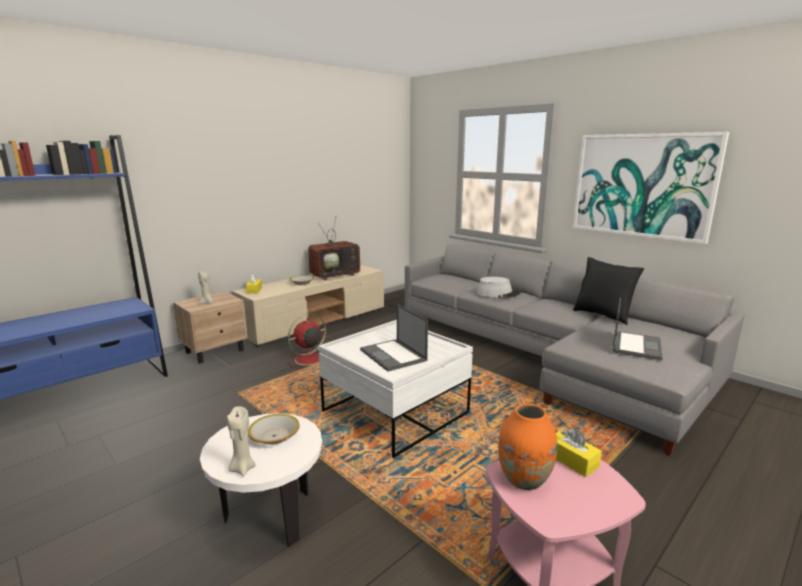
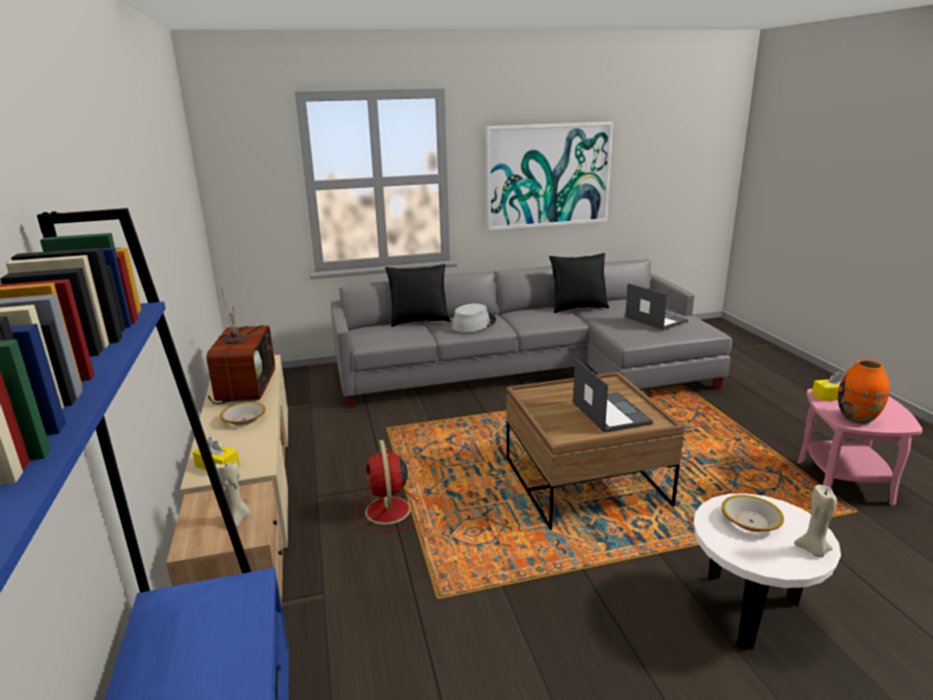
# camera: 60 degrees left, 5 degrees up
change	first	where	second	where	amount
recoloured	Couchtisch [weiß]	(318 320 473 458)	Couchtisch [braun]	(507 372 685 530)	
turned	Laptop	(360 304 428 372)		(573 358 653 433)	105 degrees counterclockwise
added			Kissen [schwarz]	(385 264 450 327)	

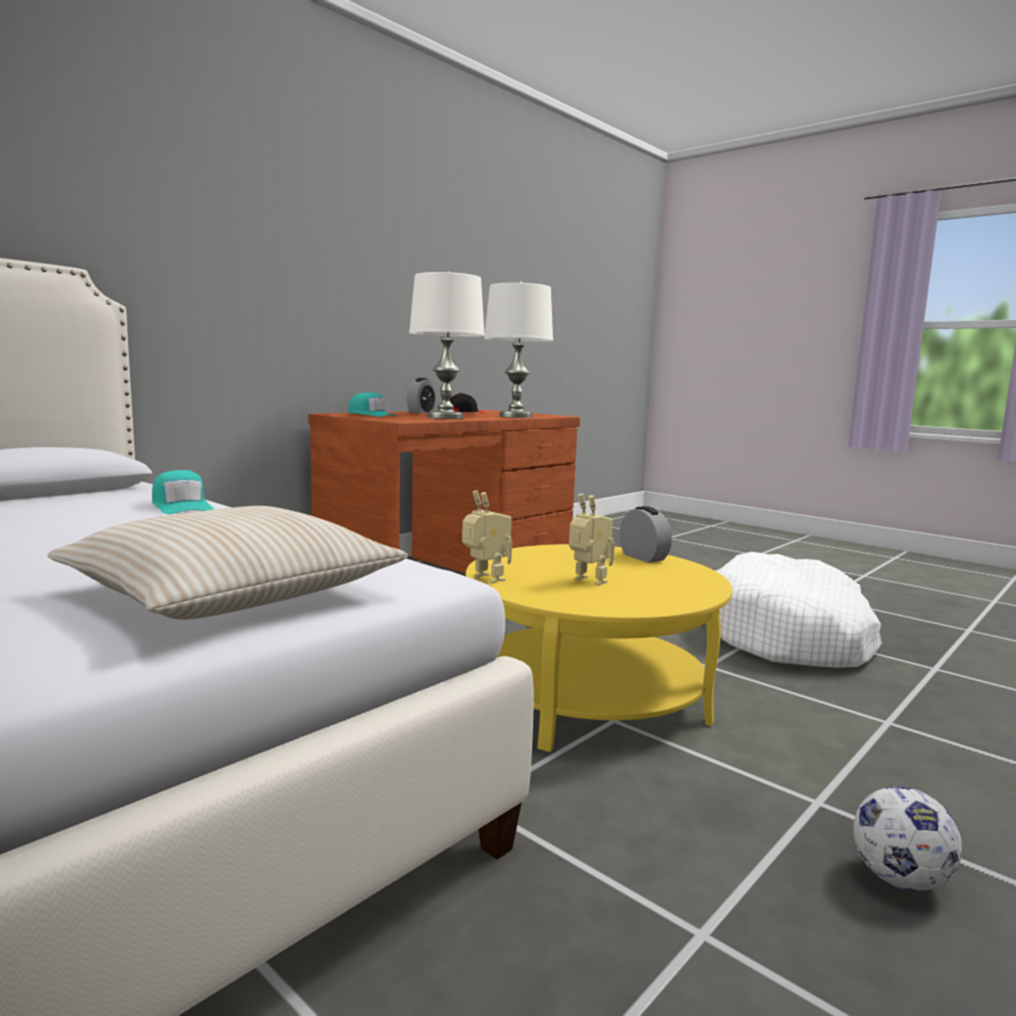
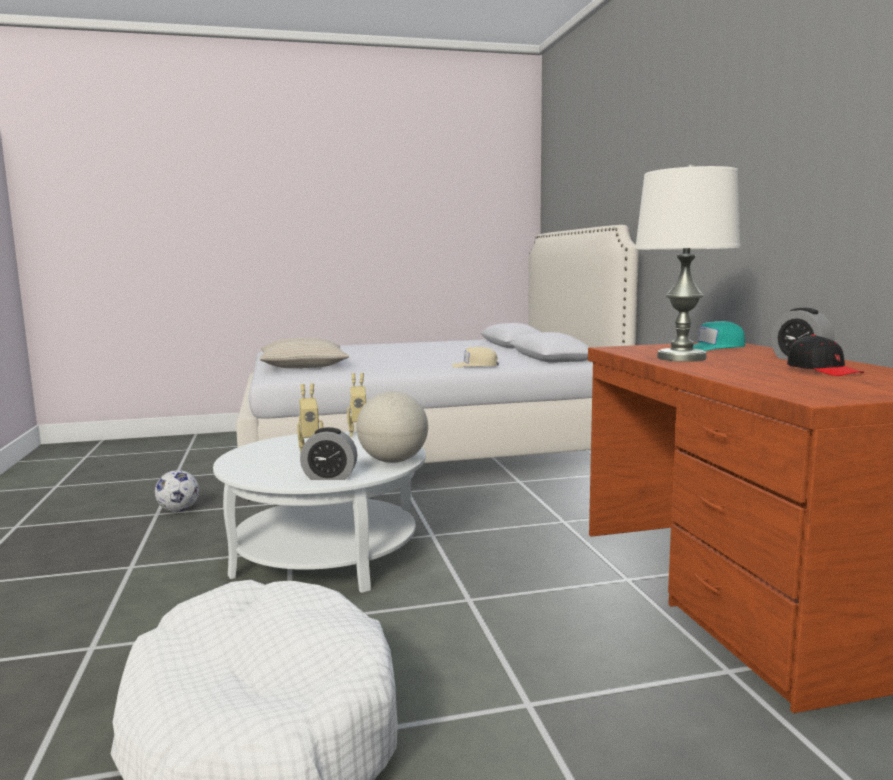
# camera: 125 degrees right, 0 degrees up
change	first	where	second	where	amount
recoloured	Kappe [türkis]	(152 470 214 514)	Kappe [beige]	(452 347 499 368)	
recoloured	Couchtisch [gelb]	(466 544 732 752)	Couchtisch [weiß]	(213 431 426 593)	
removed	Tischlampe [weiß]	(484 281 553 418)			
moved	Fußball	(853 786 962 891)		(155 470 199 512)	
added			Globus	(357 391 428 463)	

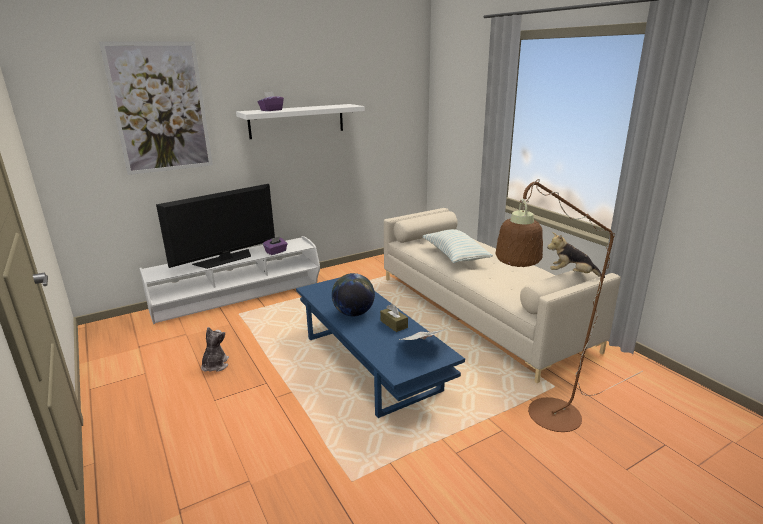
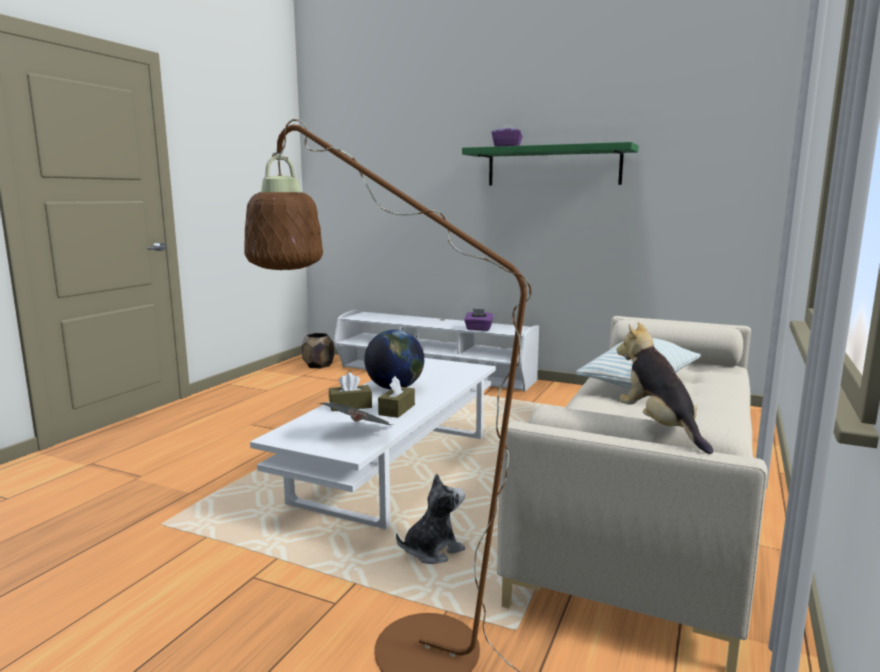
# camera: 55 degrees right, 10 degrees down
change	first	where	second	where	amount
removed	Bild	(99 41 213 175)			
removed	Fernseher	(156 184 275 269)			
moved	Plüschtier	(201 327 229 372)		(396 474 465 564)	
recoloured	Wandregal [weiß]	(236 104 365 139)	Wandregal [grün]	(462 142 639 186)	
recoloured	Couchtisch [blau]	(296 278 465 418)	Couchtisch [weiß]	(250 358 496 529)	
added			Pflanzkübel [braun]	(302 333 334 368)	
added			Taschentuchbox [braun]	(329 373 372 411)	

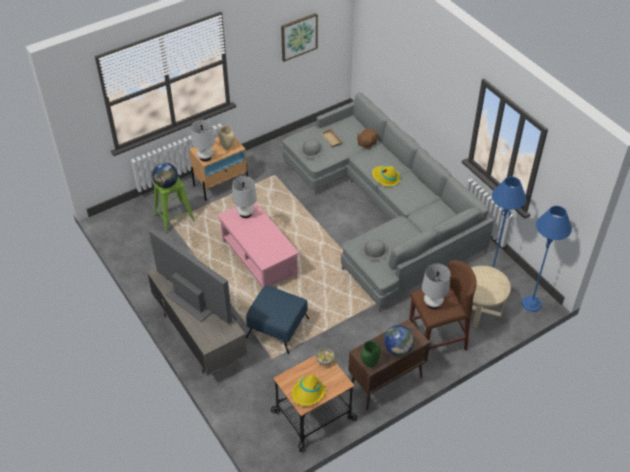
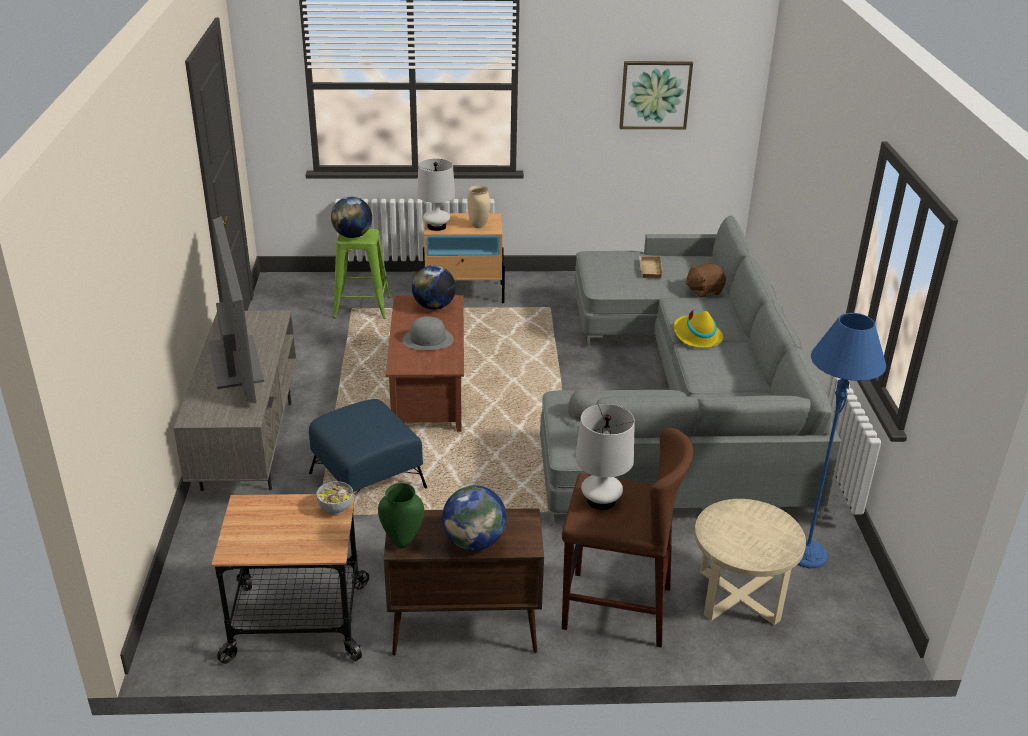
# camera: 30 degrees right, 15 degrees down
change	first	where	second	where	amount
recoloured	Couchtisch [rosa]	(218 202 299 289)	Couchtisch [braun]	(386 295 464 432)	
replaced	Tischlampe [weiß]	(232 176 257 218)	Globus	(412 265 456 310)	
removed	Hut [gelb]	(292 374 326 406)			
moved	Hut [grau]	(299 139 324 159)		(402 316 454 350)	
removed	Stehlampe [blau]	(522 206 572 312)			

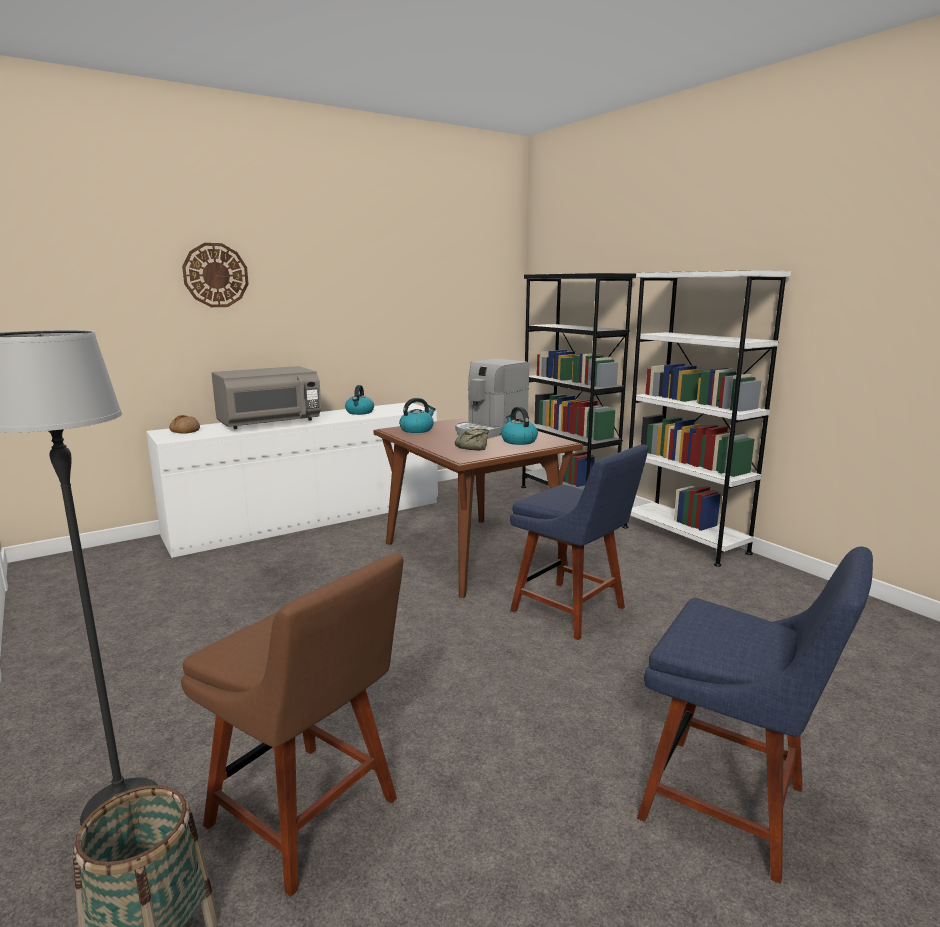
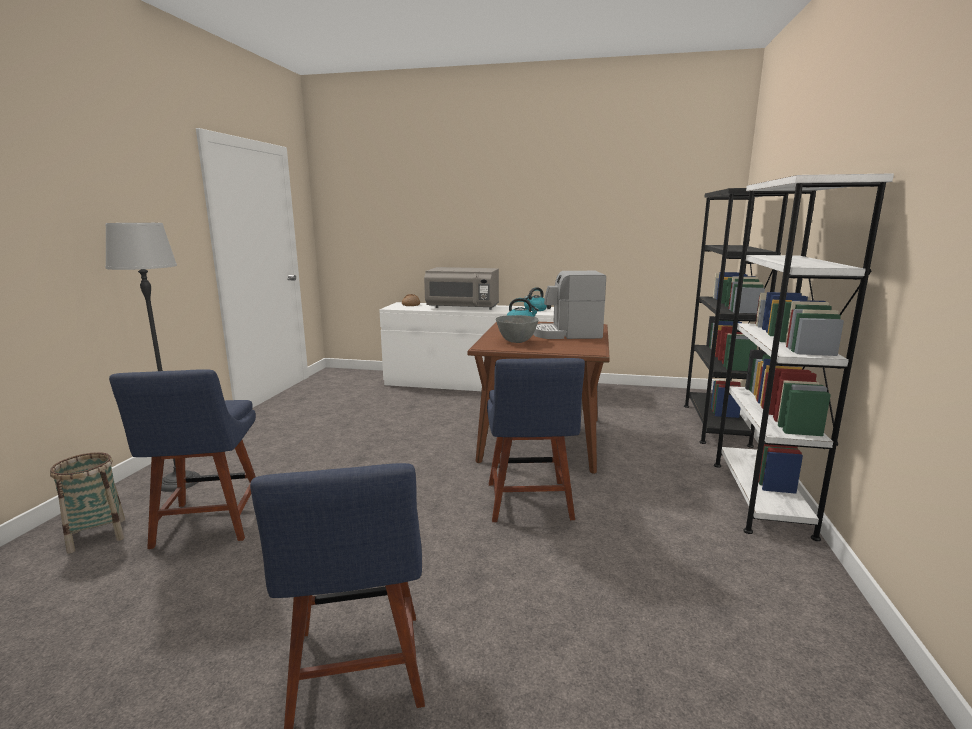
# camera: 45 degrees right, 0 degrees up
change	first	where	second	where	amount
recoloured	Stuhl [braun]	(181 553 403 897)	Stuhl [blau]	(109 369 256 549)	
removed	Wanduhr	(182 243 249 307)			
replaced	Brot	(455 429 489 450)	Schüssel [grau]	(496 315 538 343)	
removed	Wasserkessel	(501 407 538 445)			

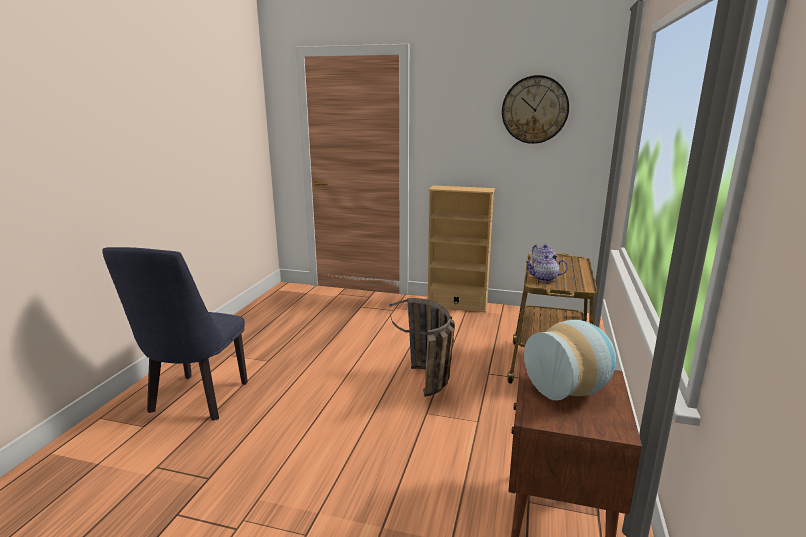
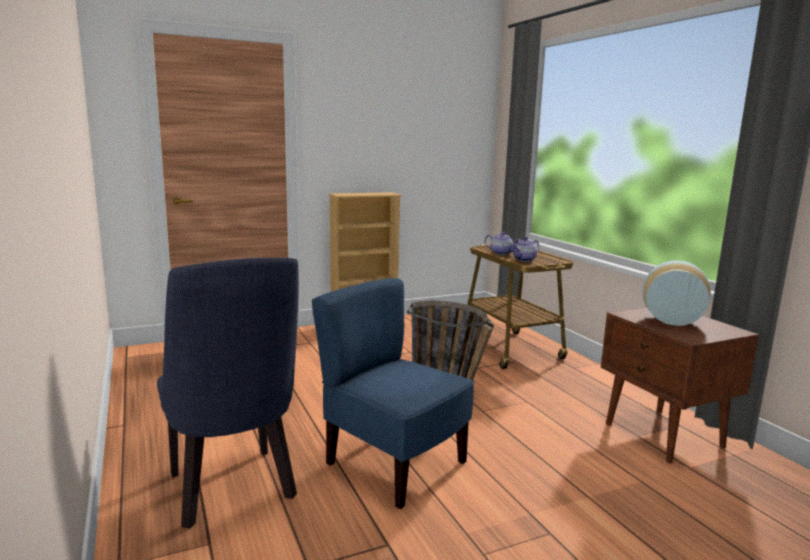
# camera: 40 degrees left, 5 degrees down
change	first	where	second	where	amount
removed	Wanduhr	(502 75 569 144)			
added			Stuhl [blau]	(312 278 474 509)	

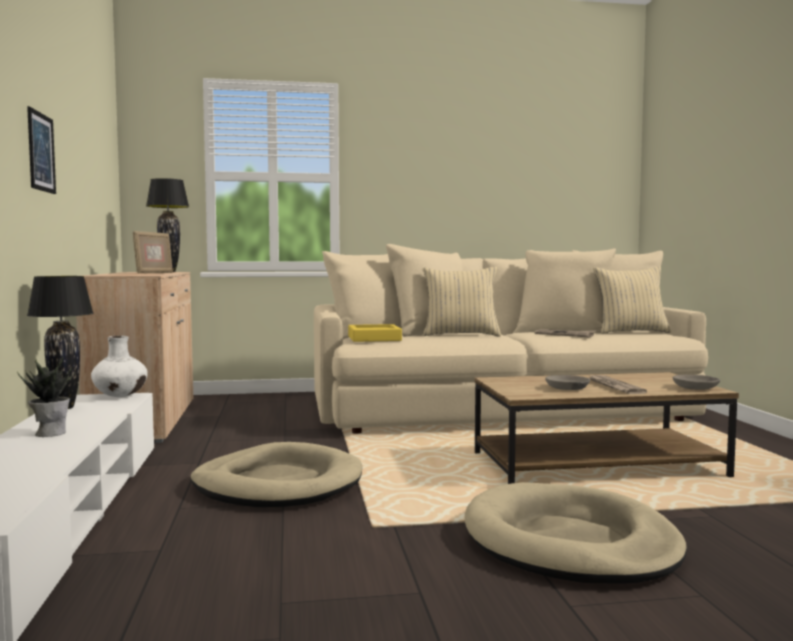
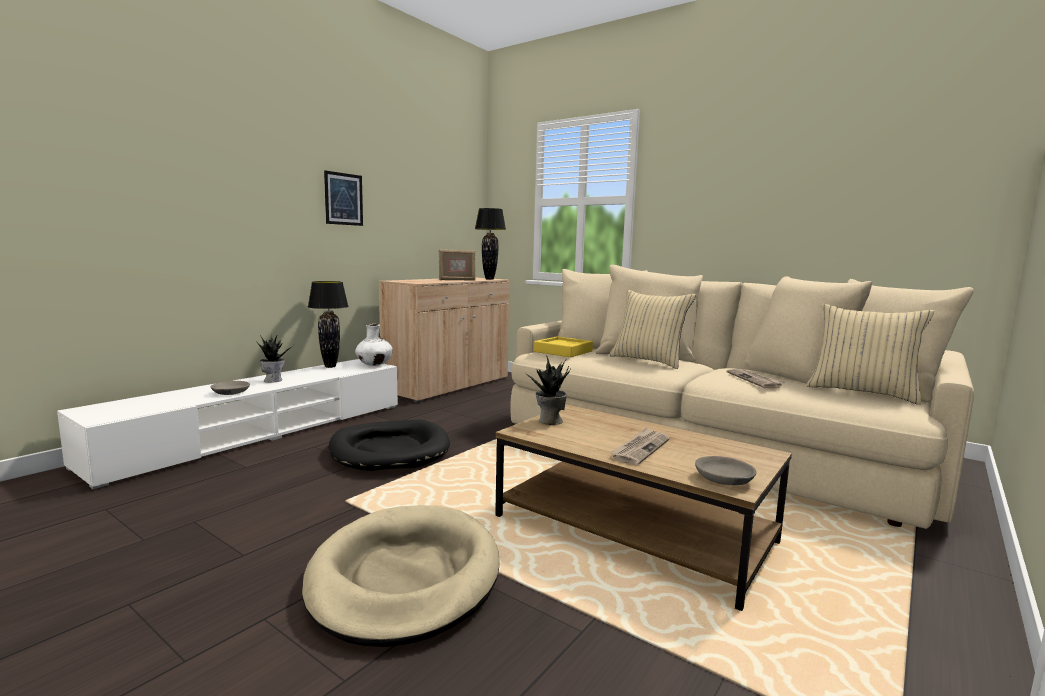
# camera: 45 degrees right, 5 degrees up
change	first	where	second	where	amount
recoloured	Hundebett [beige]	(191 442 362 507)	Hundebett [schwarz]	(328 419 450 471)	
moved	Schüssel [grau]	(545 375 590 390)		(211 381 250 395)	
added			Topfpflanze	(528 357 570 425)	

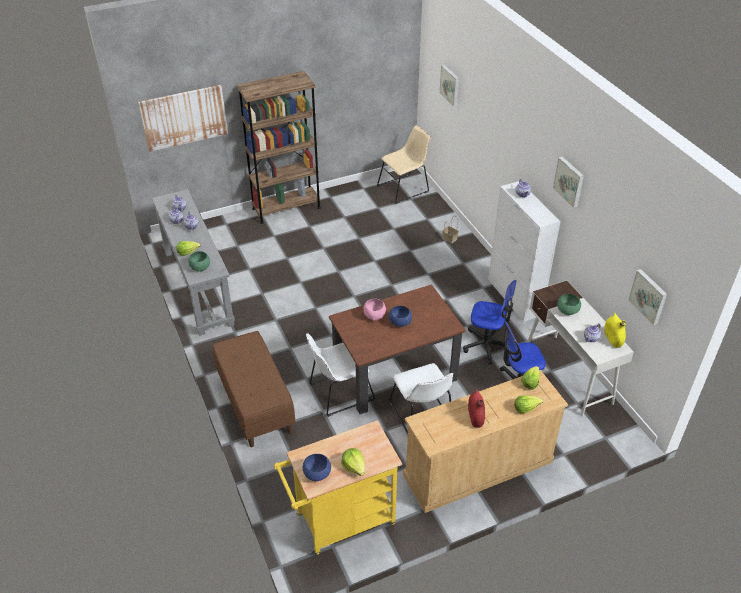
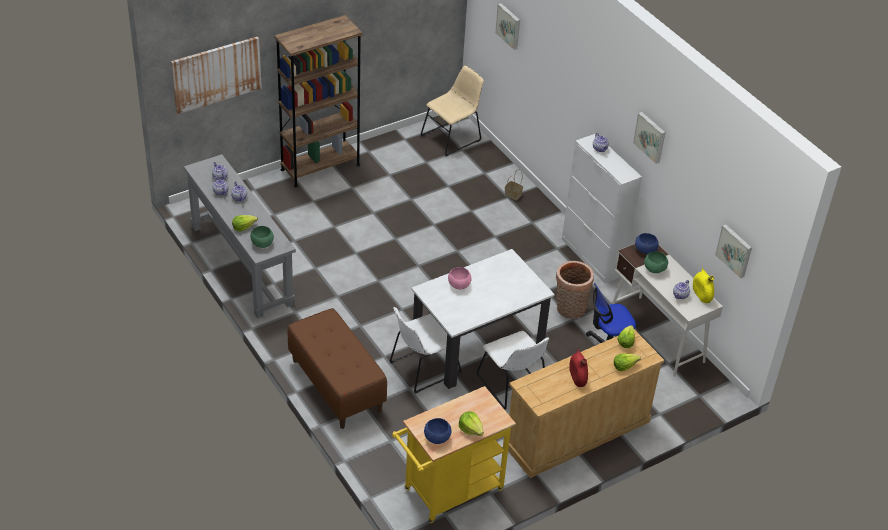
# camera: 10 degrees left, 0 degrees up
change	first	where	second	where	amount
recoloured	Esstisch [braun]	(329 284 466 414)	Esstisch [weiß]	(411 249 555 389)	
moved	Schüssel [blau]	(389 306 412 327)		(635 233 659 254)	
replaced	Bürostuhl	(463 280 517 365)	Korb	(556 261 594 319)	

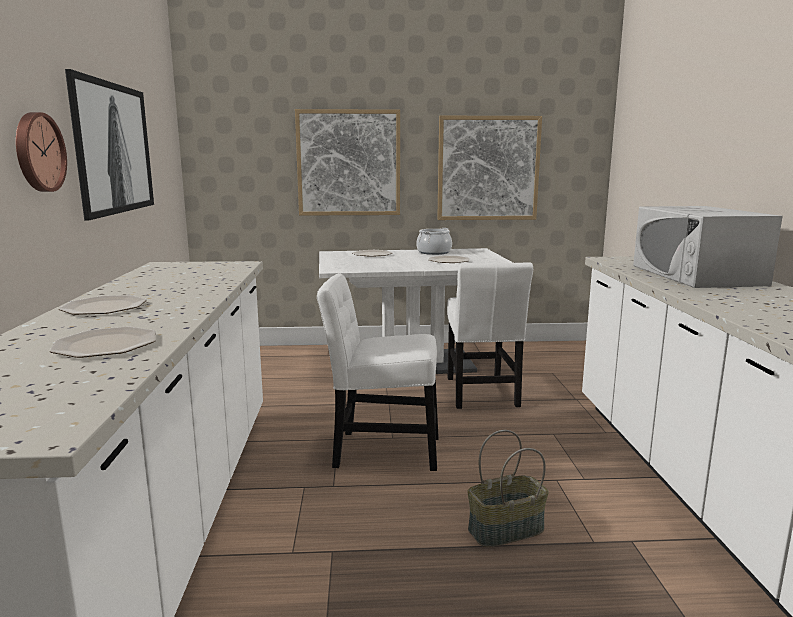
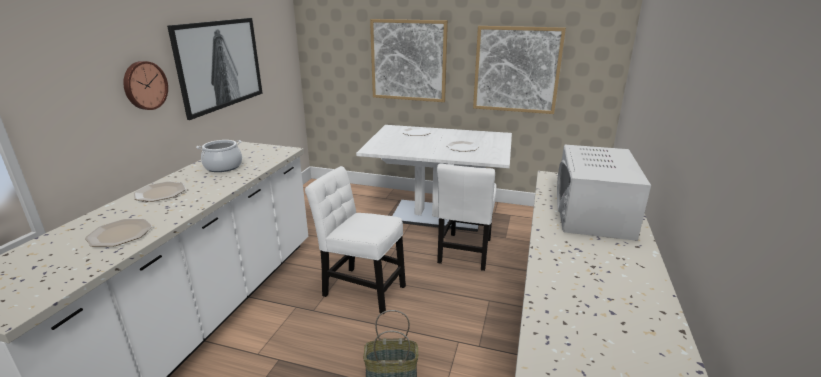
# camera: 20 degrees right, 10 degrees up
change	first	where	second	where	amount
moved	Kochtopf	(416 228 452 255)		(196 140 242 172)	

